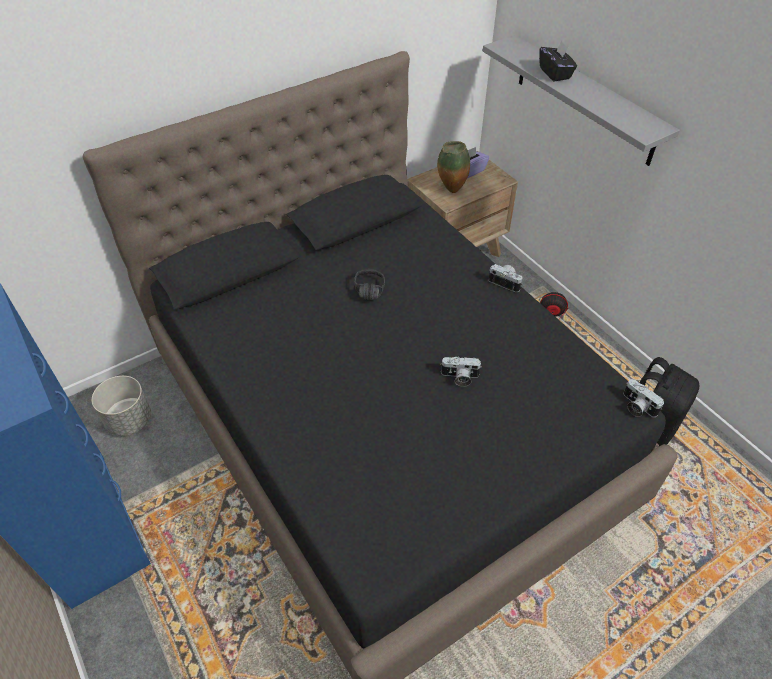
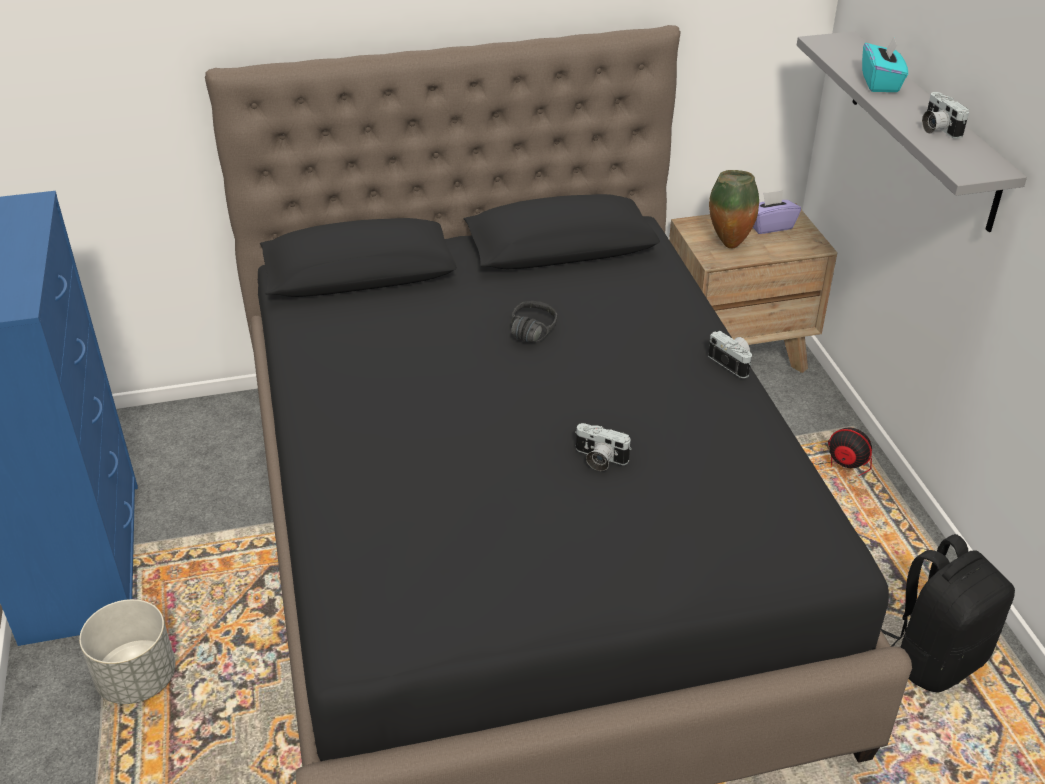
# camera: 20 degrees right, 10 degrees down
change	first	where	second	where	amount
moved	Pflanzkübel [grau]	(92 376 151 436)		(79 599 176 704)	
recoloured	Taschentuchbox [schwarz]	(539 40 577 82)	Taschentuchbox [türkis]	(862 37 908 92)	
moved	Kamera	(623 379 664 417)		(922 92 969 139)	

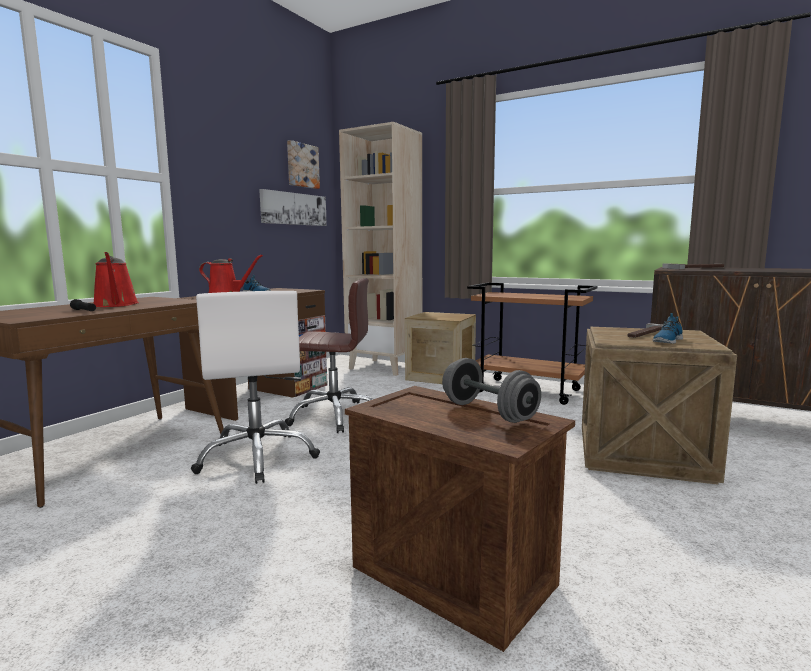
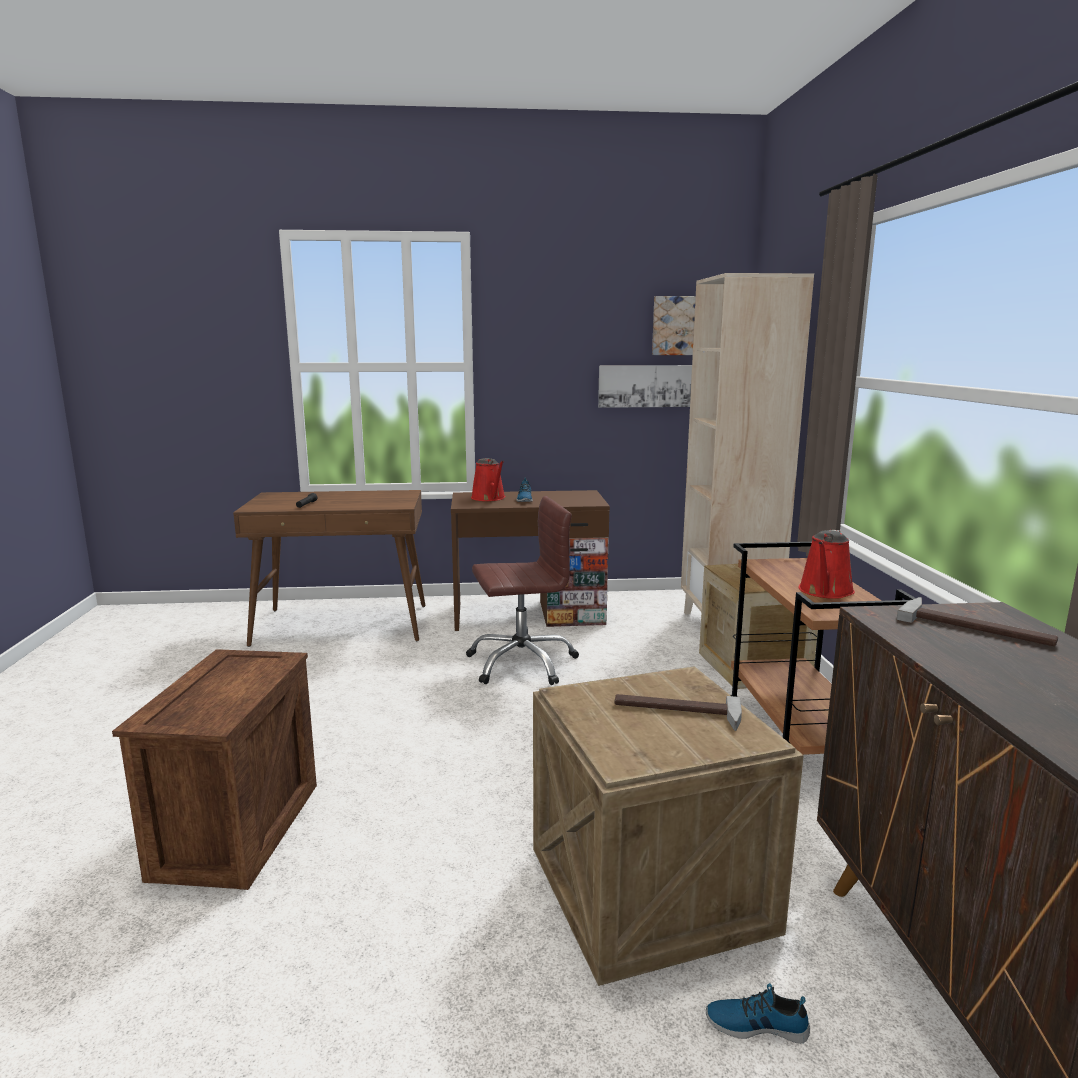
# camera: 55 degrees right, 5 degrees up
change	first	where	second	where	amount
moved	Gießkanne [rot]	(94 252 139 307)		(798 530 855 599)	
removed	Bürostuhl [weiß]	(191 291 320 484)			
turned	Bürostuhl [braun]	(285 278 373 433)		(466 496 579 685)	75 degrees counterclockwise
removed	Hantel [grau]	(442 358 541 423)			
moved	Schuh	(653 313 683 344)		(706 983 810 1044)	

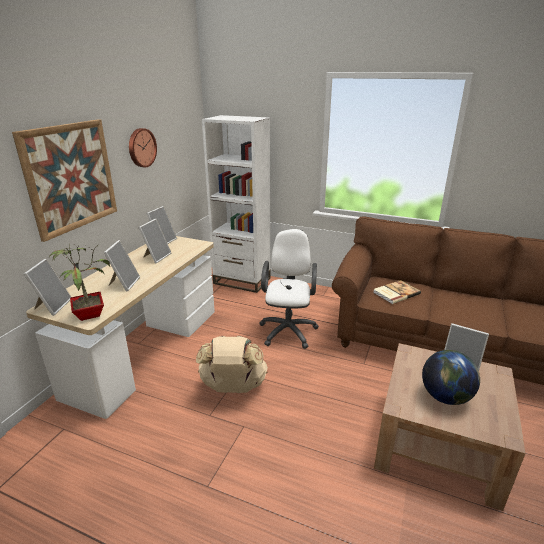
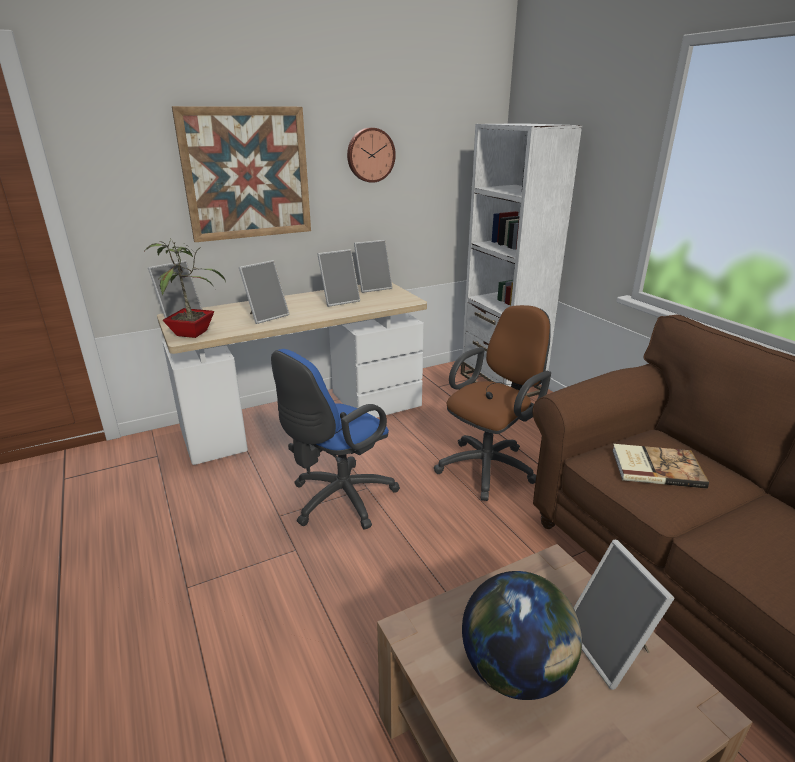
# camera: 40 degrees right, 0 degrees up
change	first	where	second	where	amount
replaced	Rucksack [beige]	(196 336 268 393)	Bürostuhl [blau]	(271 349 400 530)	
recoloured	Bürostuhl [weiß]	(259 229 319 349)	Bürostuhl [braun]	(434 305 551 501)	

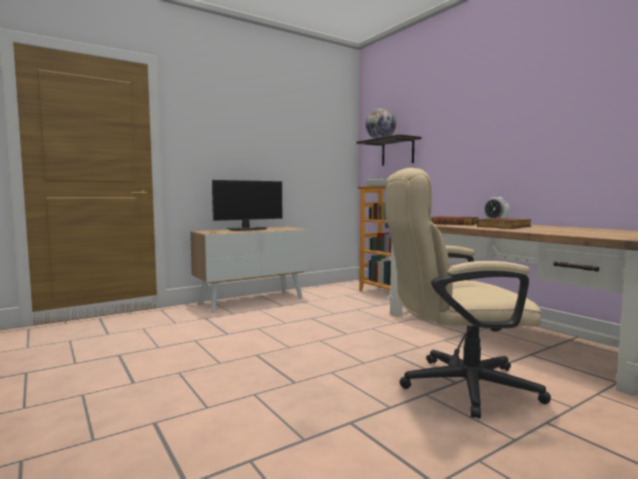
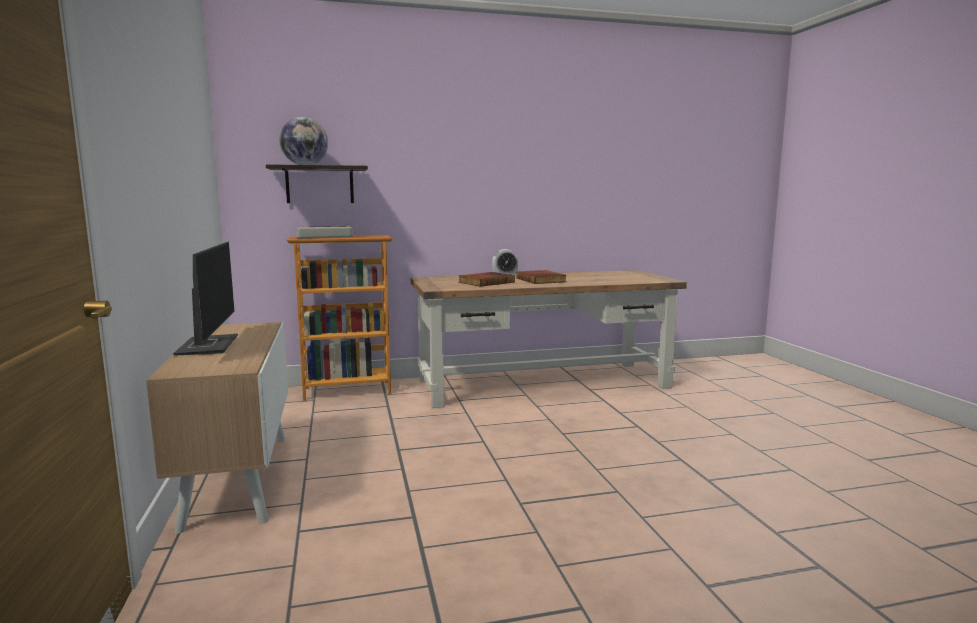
# camera: 70 degrees left, 5 degrees up
change	first	where	second	where	amount
removed	Bürostuhl [beige]	(385 168 551 419)			

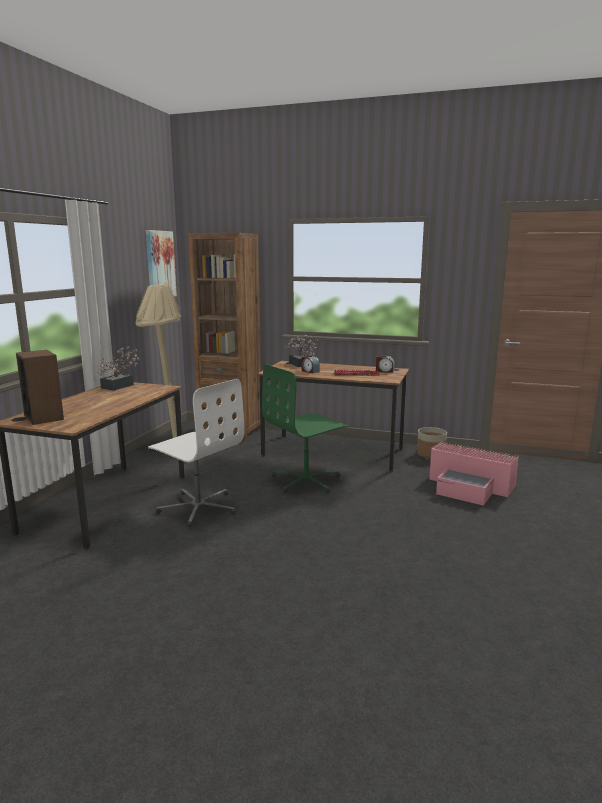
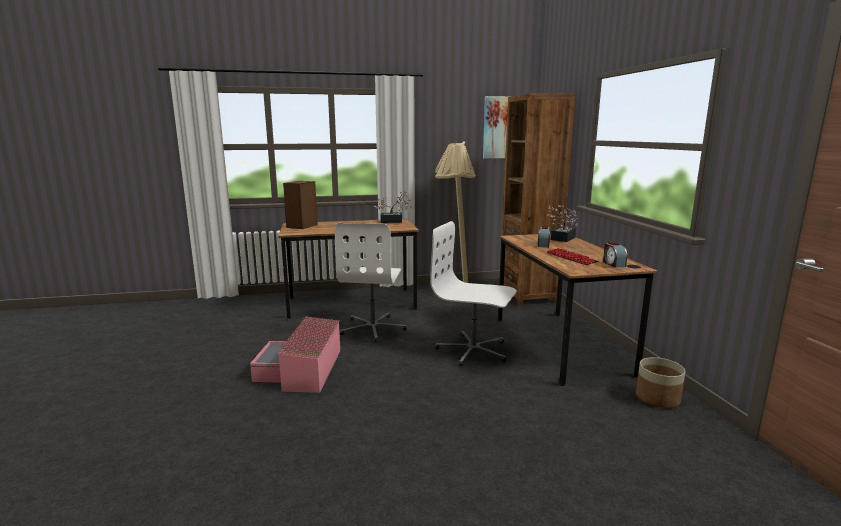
# camera: 60 degrees right, 0 degrees up
change	first	where	second	where	amount
recoloured	Bürostuhl [grün]	(262 364 348 493)	Bürostuhl [weiß]	(430 221 517 366)	
moved	Aufbewahrungsbox [rosa]	(429 442 519 506)		(250 317 340 393)	

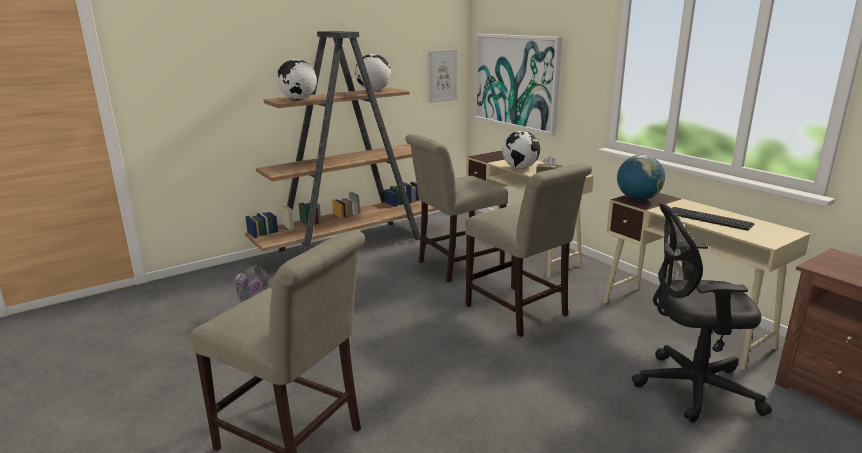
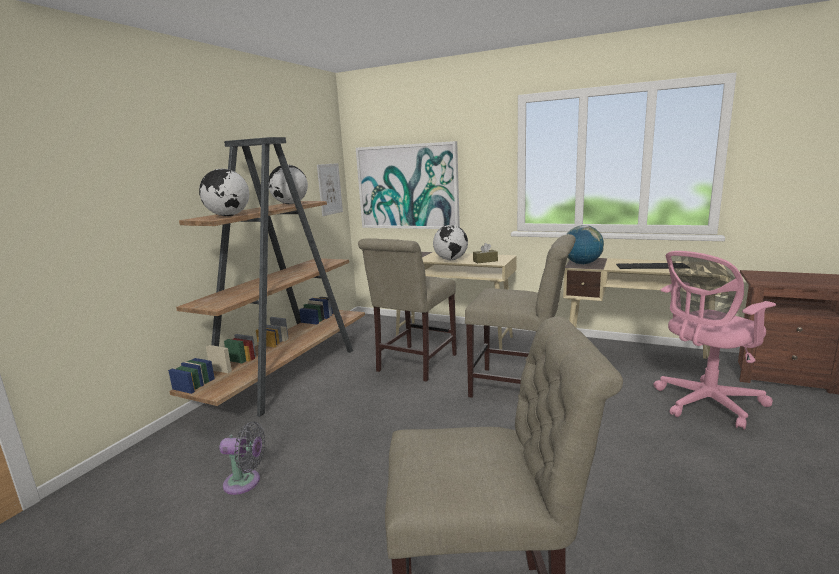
# camera: 30 degrees left, 5 degrees down
change	first	where	second	where	amount
recoloured	Bürostuhl [schwarz]	(632 203 772 423)	Bürostuhl [rosa]	(654 251 776 430)	

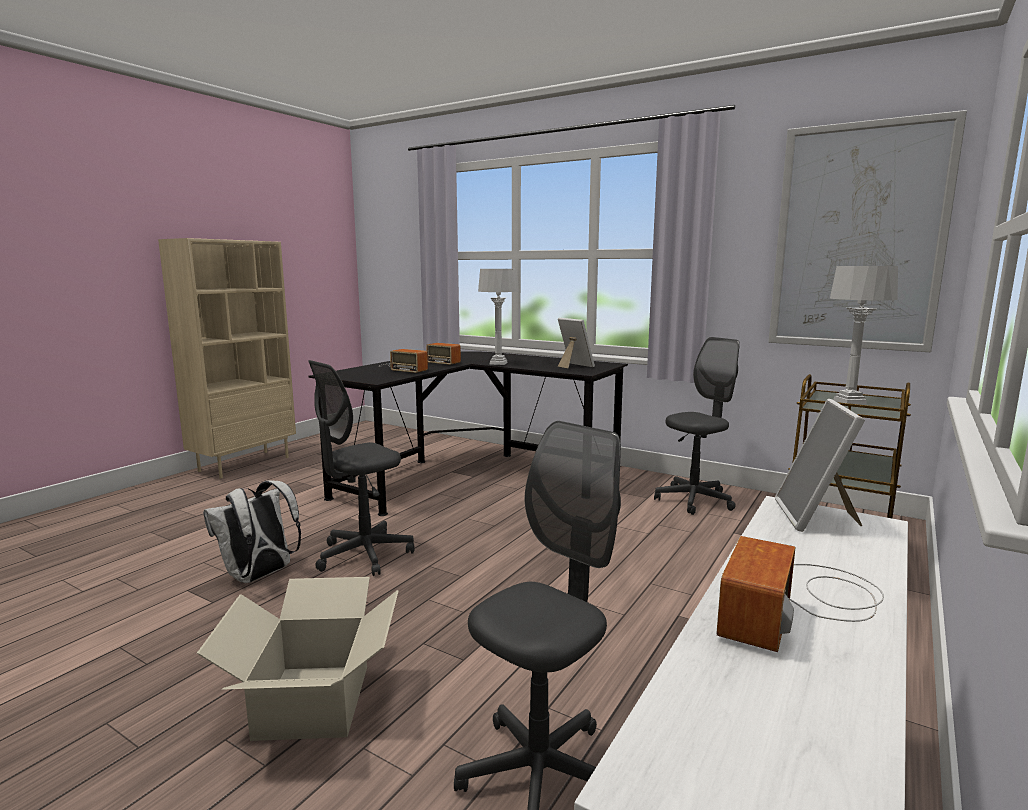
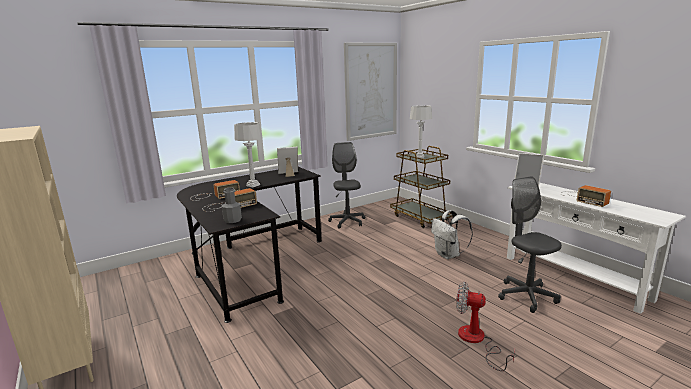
# camera: 65 degrees left, 5 degrees up
change	first	where	second	where	amount
replaced	Karton	(197 577 399 741)	Ventilator	(456 282 515 371)	
moved	Rucksack [weiß]	(203 480 301 583)		(431 210 473 259)	
removed	Bürostuhl [grau]	(309 360 415 576)			
added			Flasche [grau]	(222 187 242 223)	

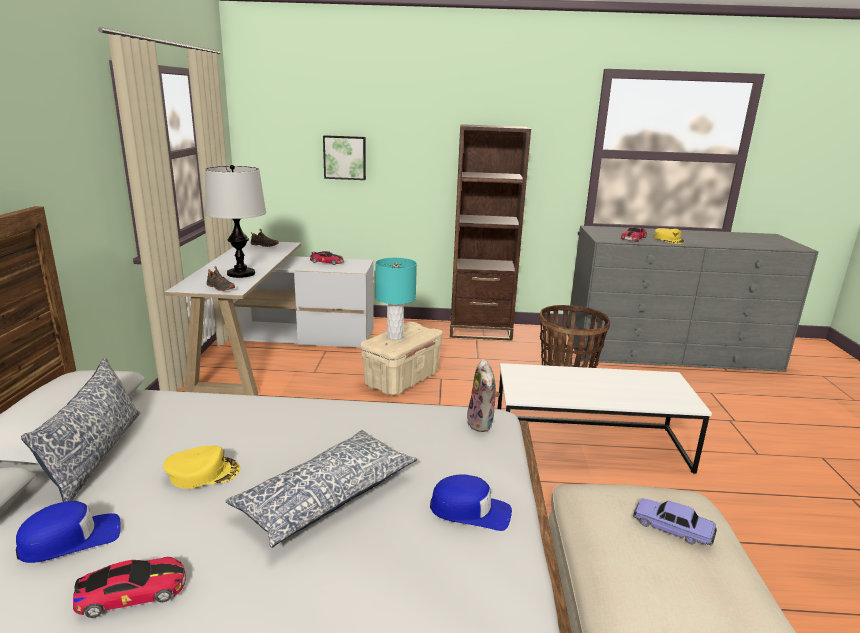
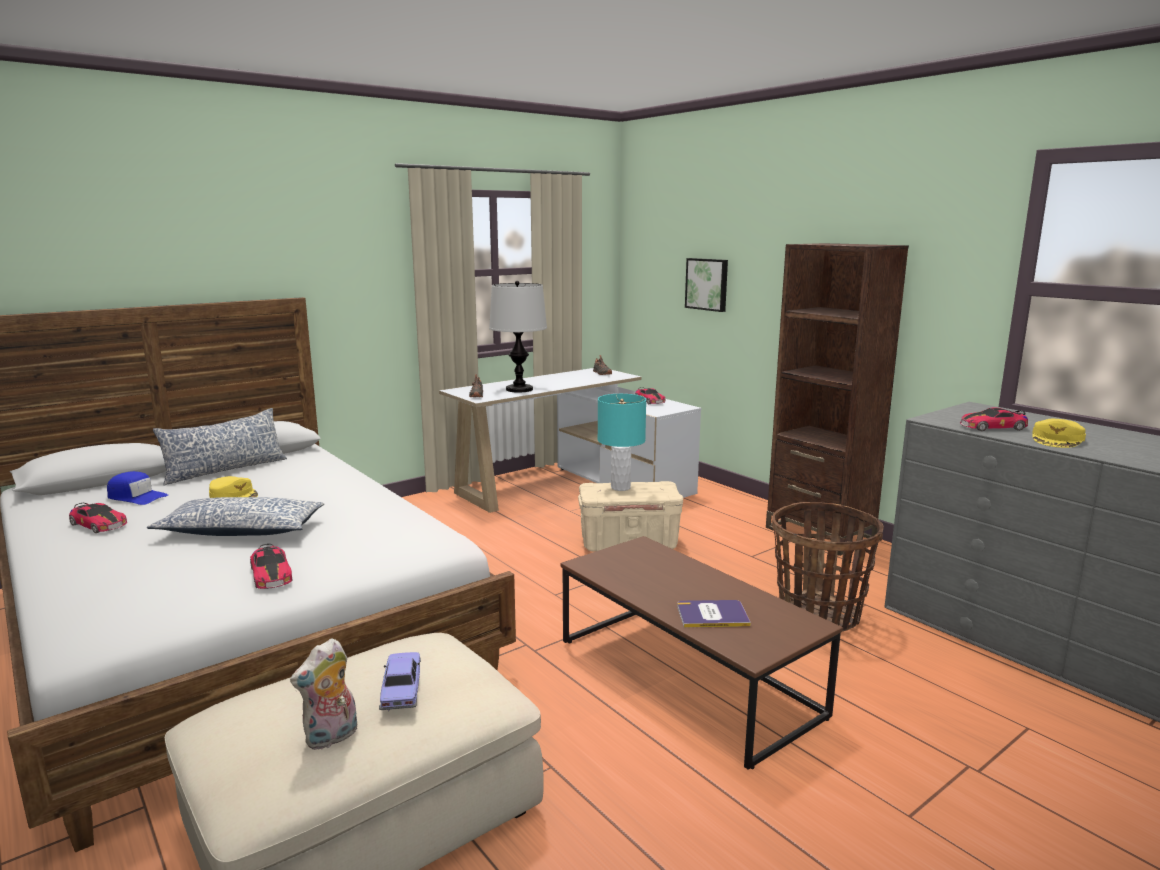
# camera: 50 degrees right, 5 degrees down
change	first	where	second	where	amount
replaced	Kappe [blau]	(430 474 512 531)	Spielzeugauto	(250 544 292 589)	
moved	Plüschtier	(467 359 500 432)		(290 638 357 750)	
recoloured	Couchtisch [weiß]	(497 363 712 474)	Couchtisch [braun]	(561 536 843 770)	
added			Buch	(677 600 751 628)	

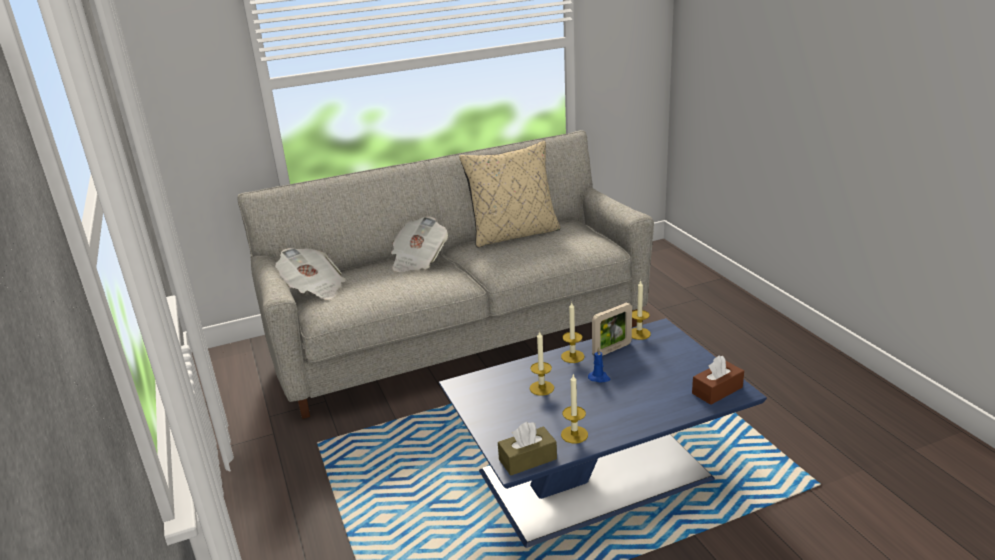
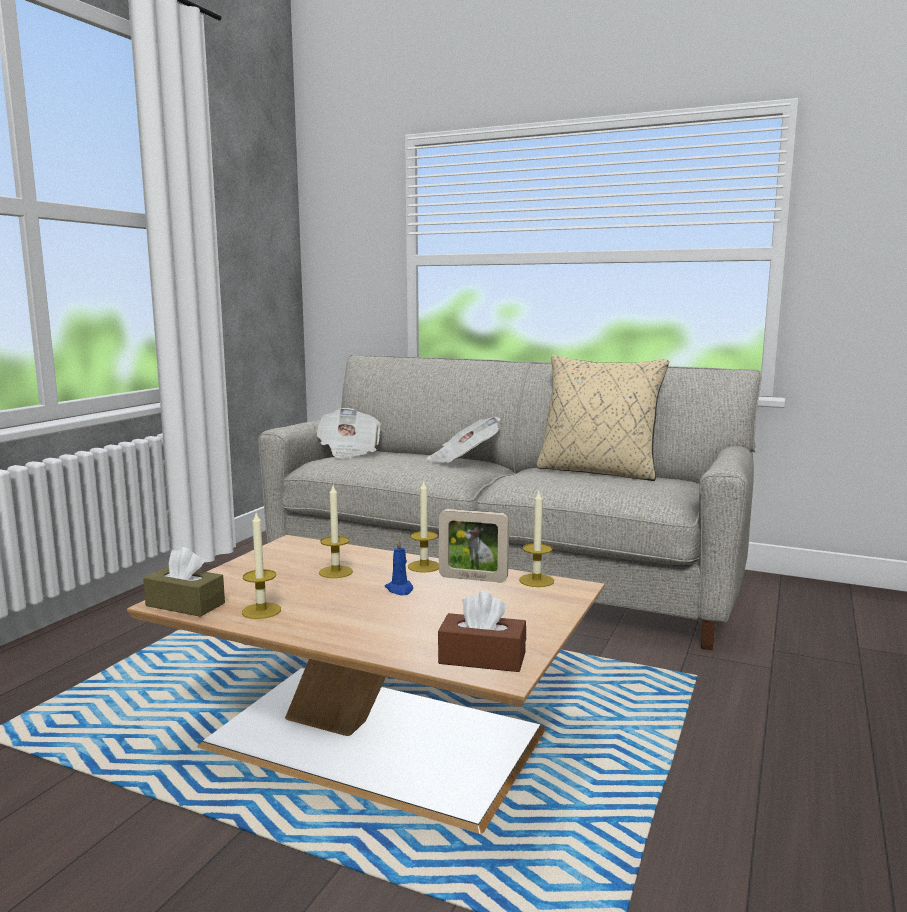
# camera: 45 degrees right, 15 degrees down
change	first	where	second	where	amount
recoloured	Couchtisch [blau]	(439 318 767 548)	Couchtisch [braun]	(127 535 605 834)	

